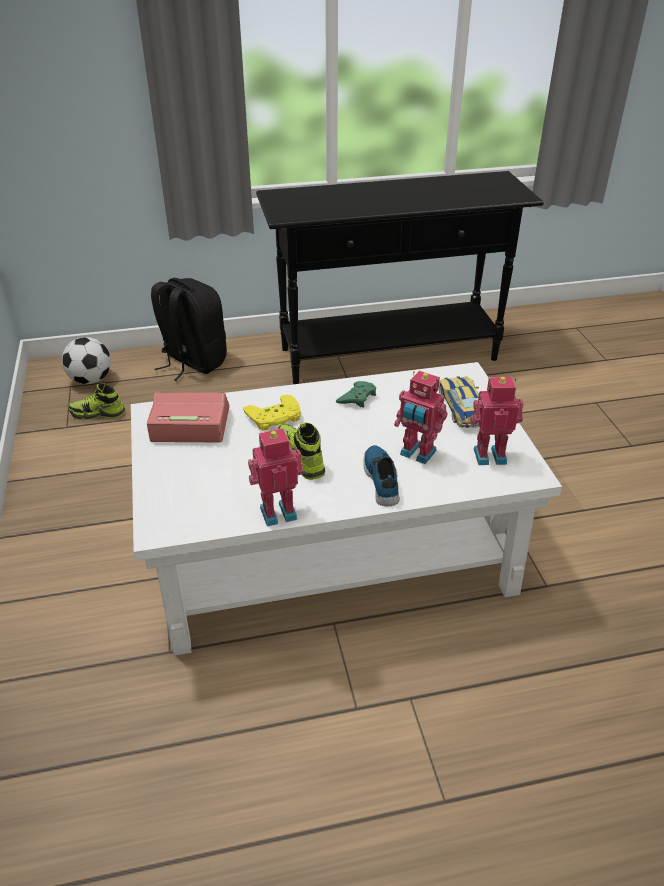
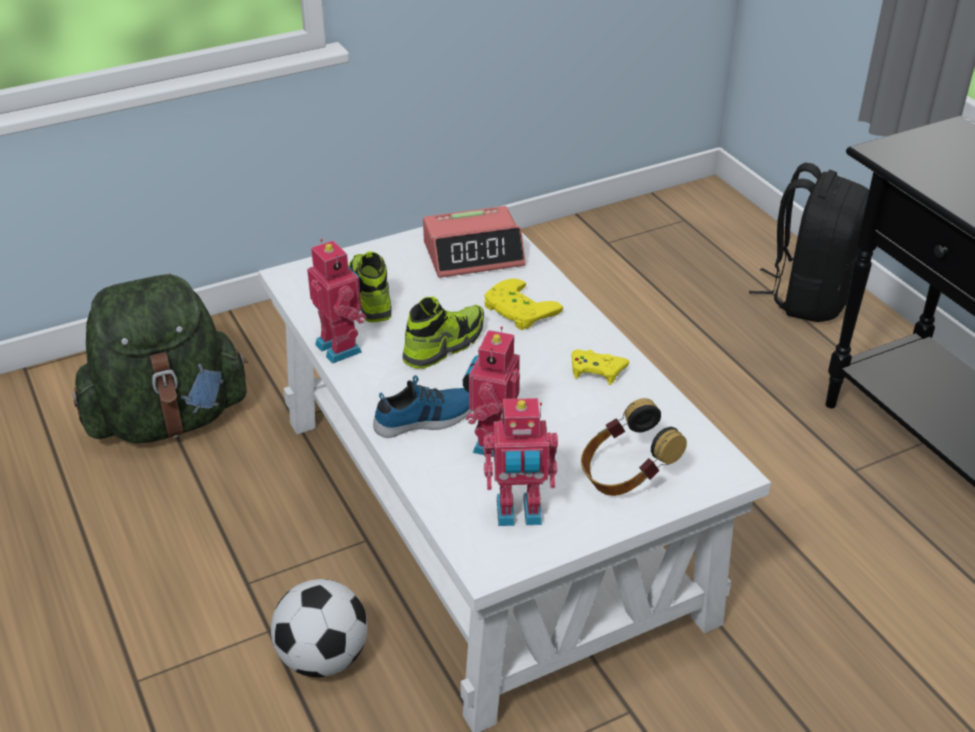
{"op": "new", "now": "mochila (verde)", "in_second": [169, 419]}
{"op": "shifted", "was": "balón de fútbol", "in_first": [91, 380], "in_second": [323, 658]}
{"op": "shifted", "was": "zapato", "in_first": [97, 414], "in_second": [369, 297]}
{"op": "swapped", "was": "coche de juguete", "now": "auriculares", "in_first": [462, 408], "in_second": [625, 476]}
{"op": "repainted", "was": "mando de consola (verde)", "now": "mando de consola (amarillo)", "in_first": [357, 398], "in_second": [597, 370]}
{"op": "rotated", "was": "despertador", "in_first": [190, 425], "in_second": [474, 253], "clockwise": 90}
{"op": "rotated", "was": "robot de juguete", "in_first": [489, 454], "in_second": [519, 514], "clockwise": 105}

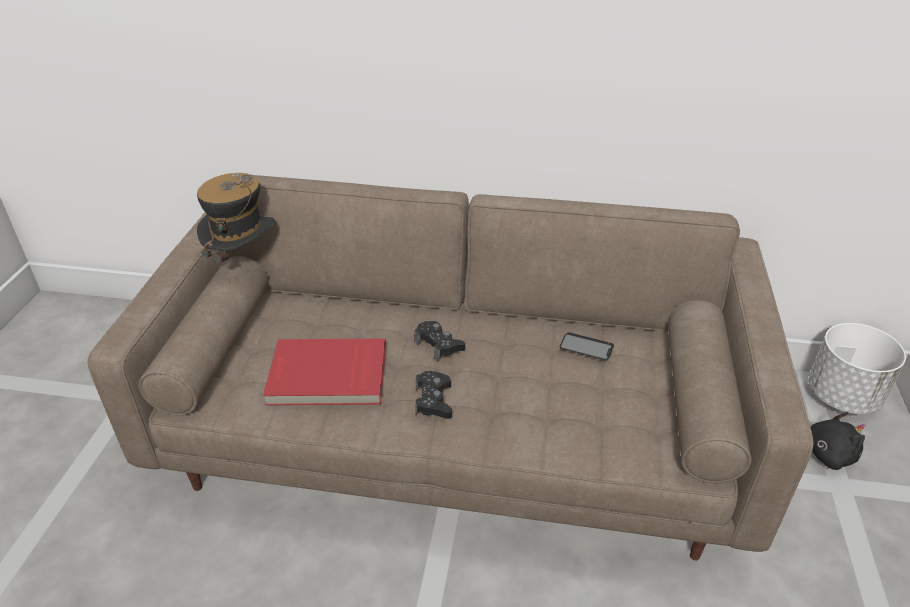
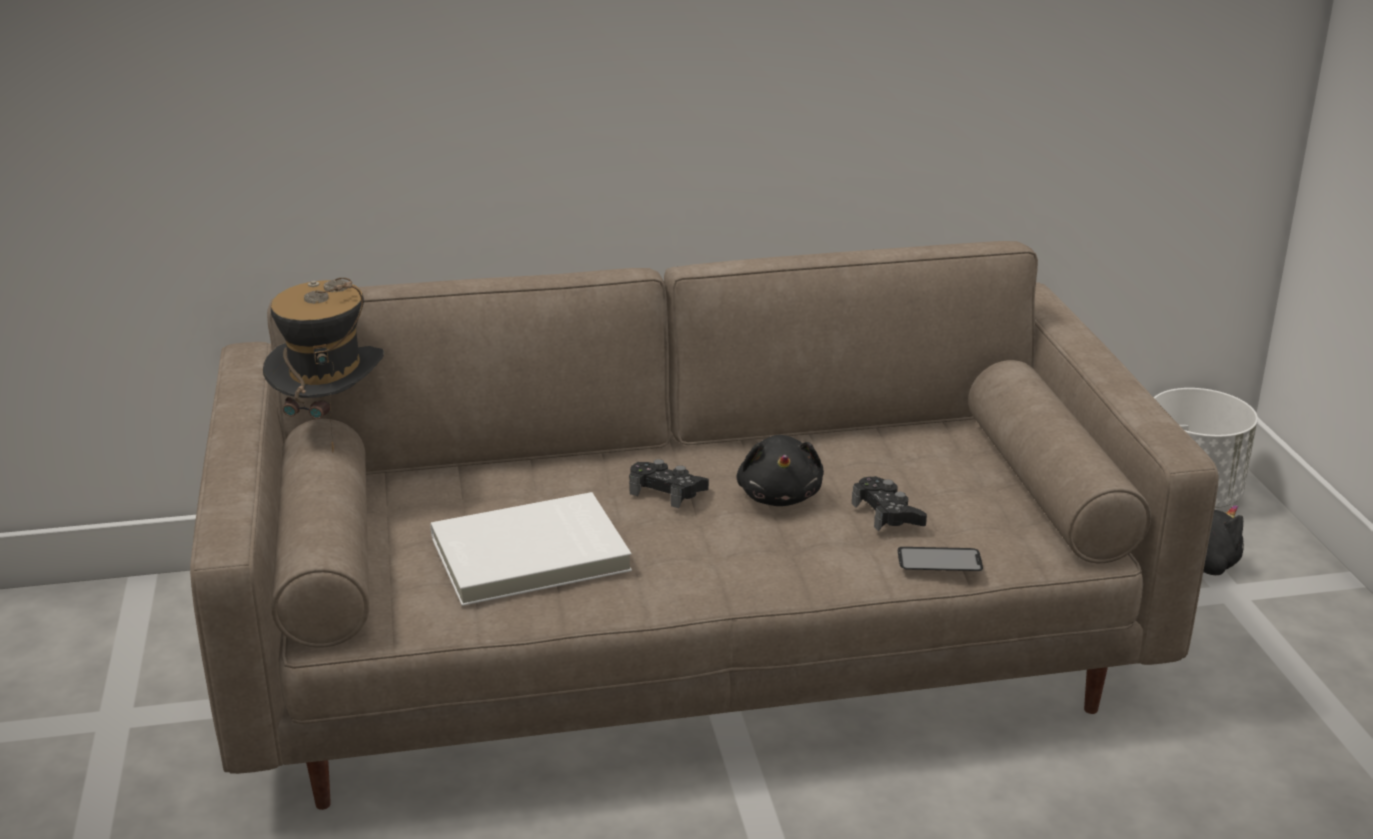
{"op": "new", "now": "peluche (negro)", "in_second": [780, 496]}
{"op": "shifted", "was": "mando de consola (negro)", "in_first": [433, 400], "in_second": [887, 513]}
{"op": "shifted", "was": "móvil", "in_first": [586, 347], "in_second": [939, 562]}
{"op": "repainted", "was": "libro (rojo)", "now": "libro (blanco)", "in_first": [328, 376], "in_second": [531, 556]}

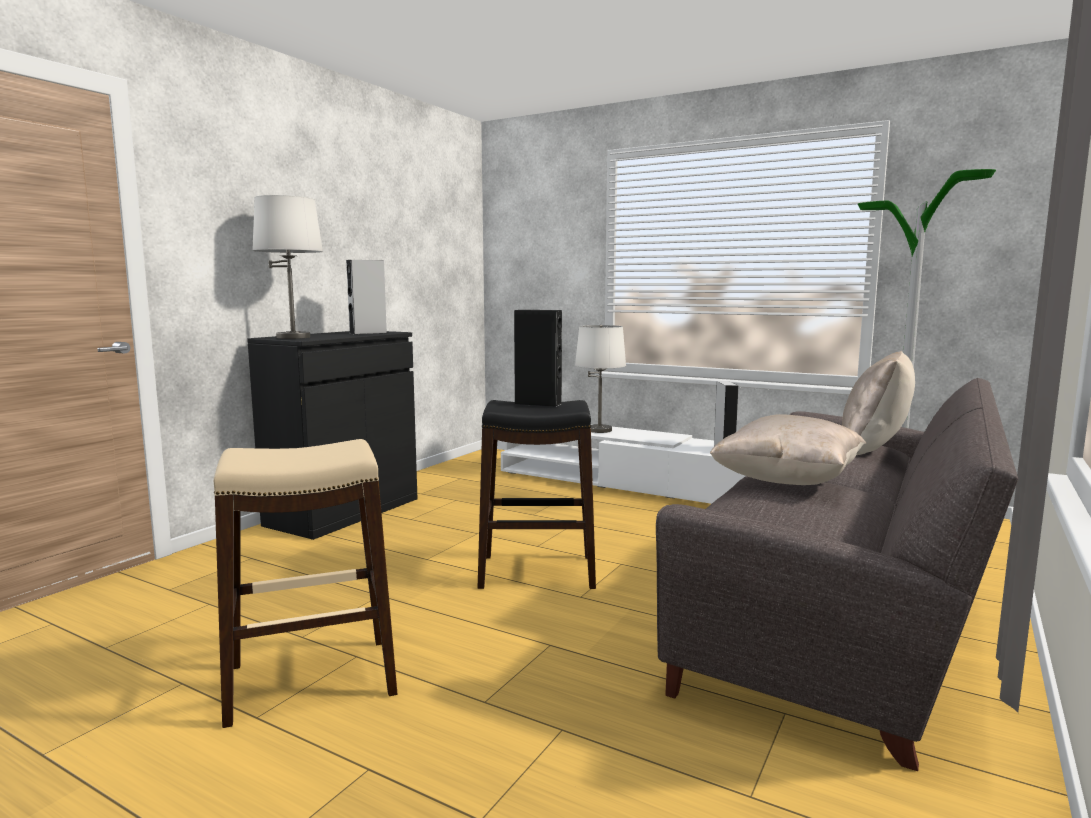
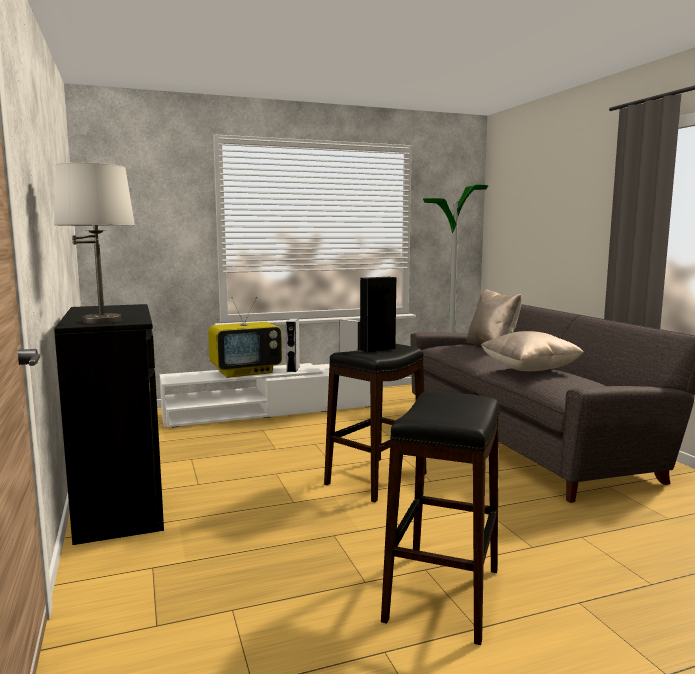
{"op": "shifted", "was": "altavoz (gris)", "in_first": [368, 333], "in_second": [293, 369]}
{"op": "swapped", "was": "lámpara de mesa (blanco)", "now": "televisor", "in_first": [599, 430], "in_second": [246, 372]}
{"op": "repainted", "was": "taburete (beis)", "now": "taburete (negro)", "in_first": [312, 679], "in_second": [443, 594]}

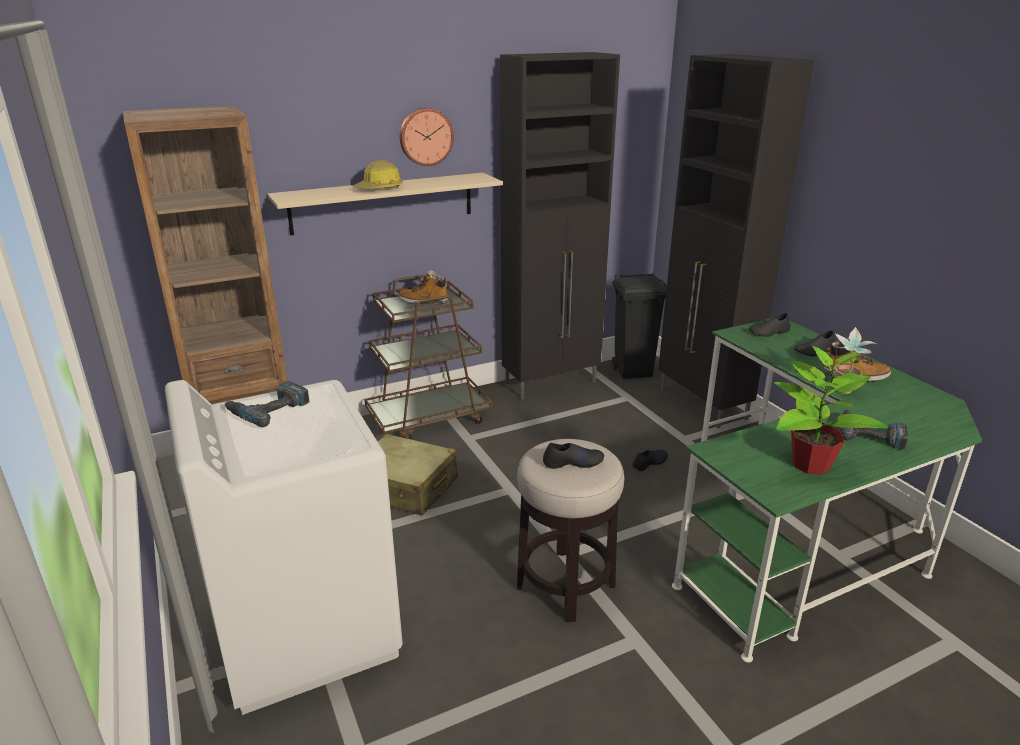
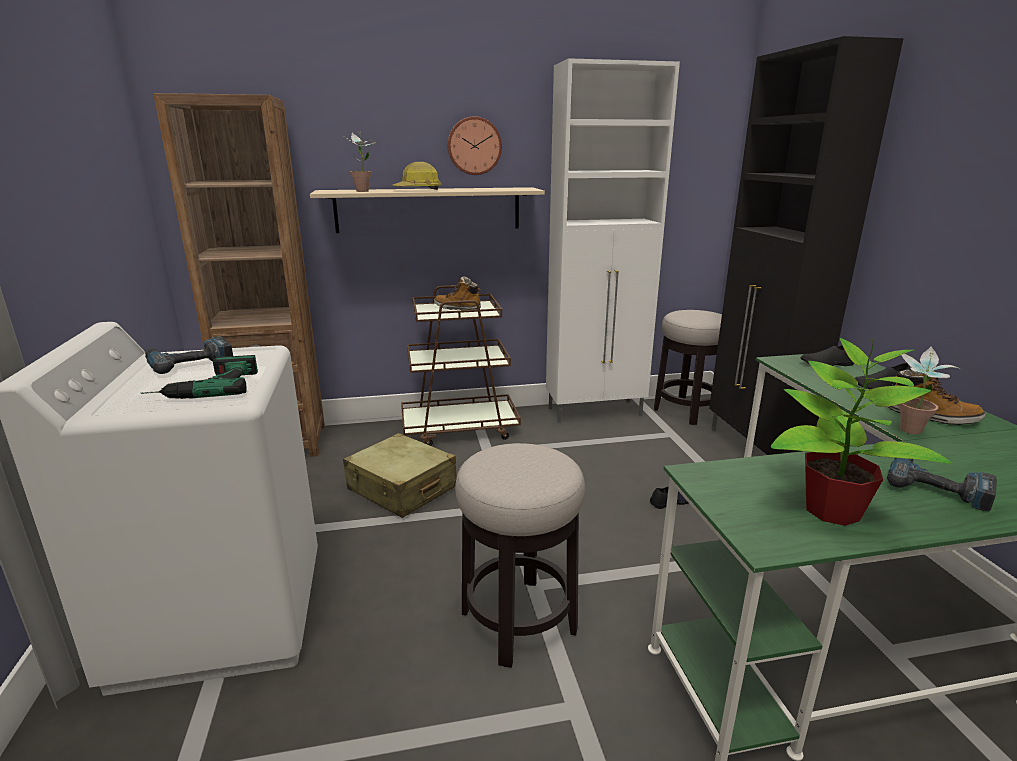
{"op": "gone", "was": "zapato (negro)", "in_first": [573, 462]}
{"op": "new", "now": "taladro", "in_second": [204, 387]}
{"op": "new", "now": "planta en maceta", "in_second": [364, 191]}
{"op": "swapped", "was": "papelera (negro)", "now": "taburete", "in_first": [633, 372], "in_second": [687, 411]}
{"op": "repainted", "was": "armario (negro)", "now": "armario (blanco)", "in_first": [552, 383], "in_second": [596, 411]}

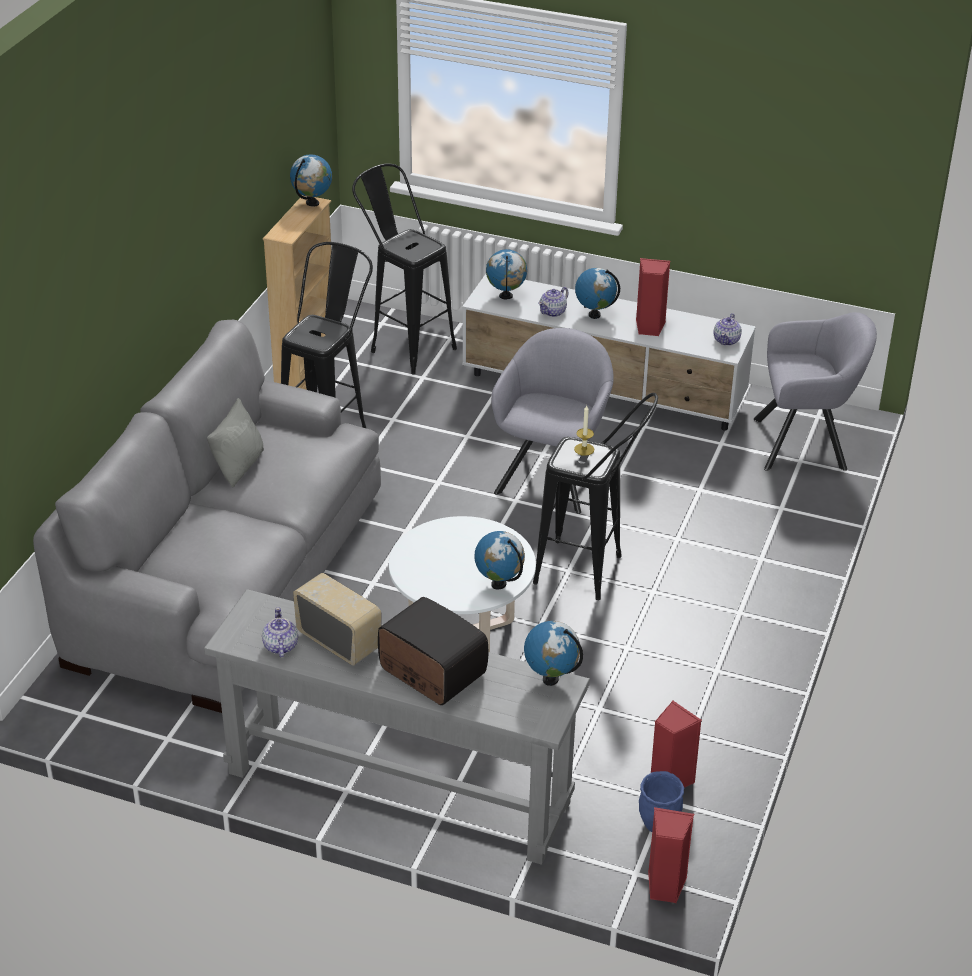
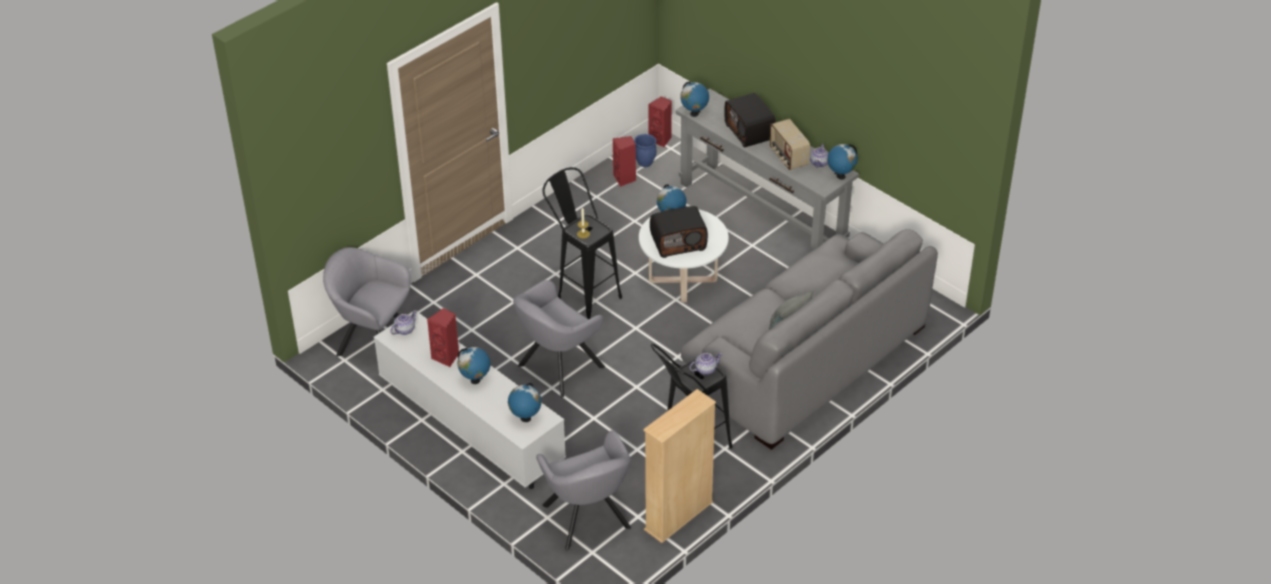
{"op": "new", "now": "radio", "in_second": [678, 242]}
{"op": "shifted", "was": "globo terráqueo", "in_first": [312, 203], "in_second": [840, 176]}
{"op": "shifted", "was": "tetera", "in_first": [553, 312], "in_second": [705, 369]}
{"op": "swapped", "was": "taburete (negro)", "now": "sillón (gris)", "in_first": [404, 346], "in_second": [588, 520]}

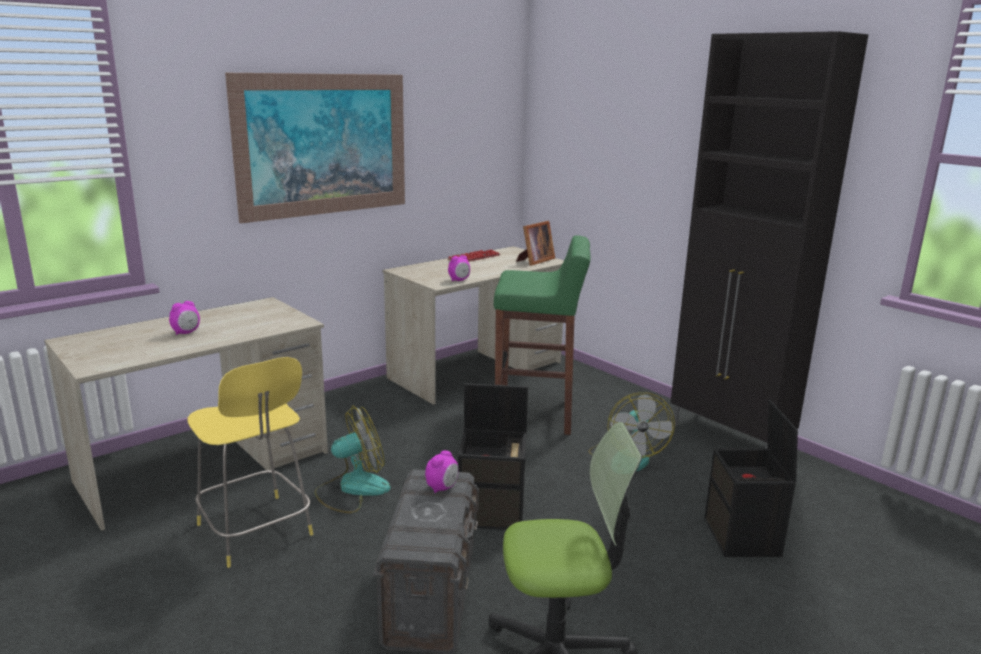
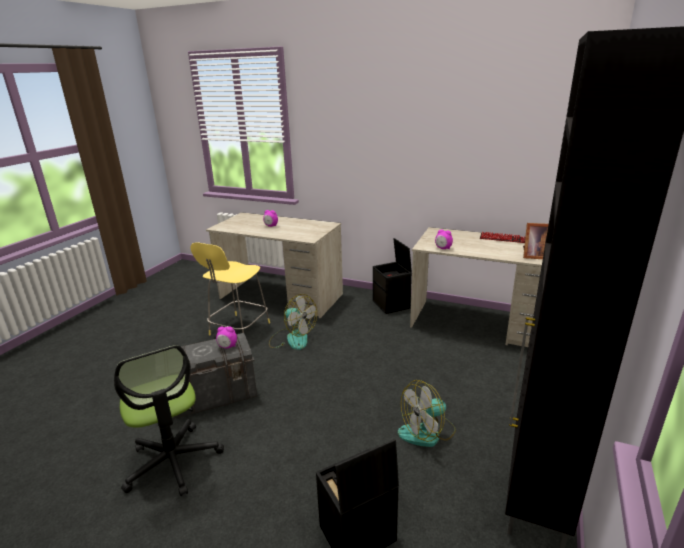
{"op": "gone", "was": "cuadro", "in_first": [323, 145]}
{"op": "gone", "was": "taburete (verde)", "in_first": [536, 415]}
{"op": "shifted", "was": "caja de almacenaje (negro)", "in_first": [493, 512], "in_second": [392, 304]}

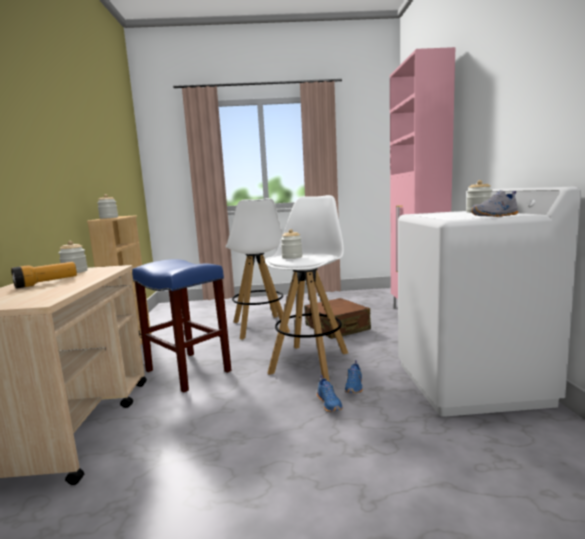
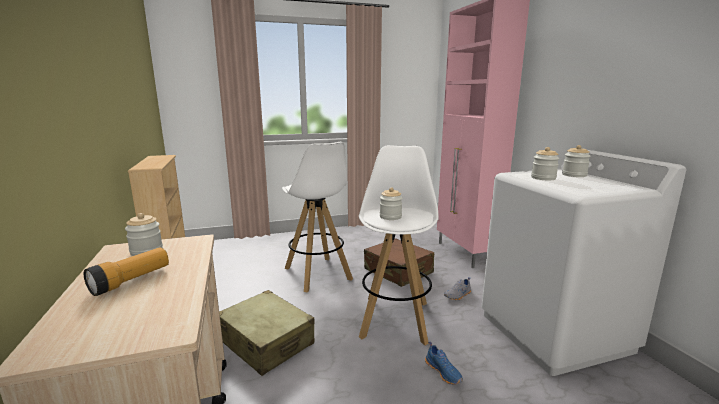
{"op": "gone", "was": "zapato (azul)", "in_first": [354, 386]}
{"op": "shifted", "was": "tarro", "in_first": [109, 218], "in_second": [543, 178]}
{"op": "shifted", "was": "zapato (gris)", "in_first": [495, 216], "in_second": [458, 295]}
{"op": "swapped", "was": "taburete (azul)", "now": "maleta (beis)", "in_first": [187, 371], "in_second": [266, 342]}

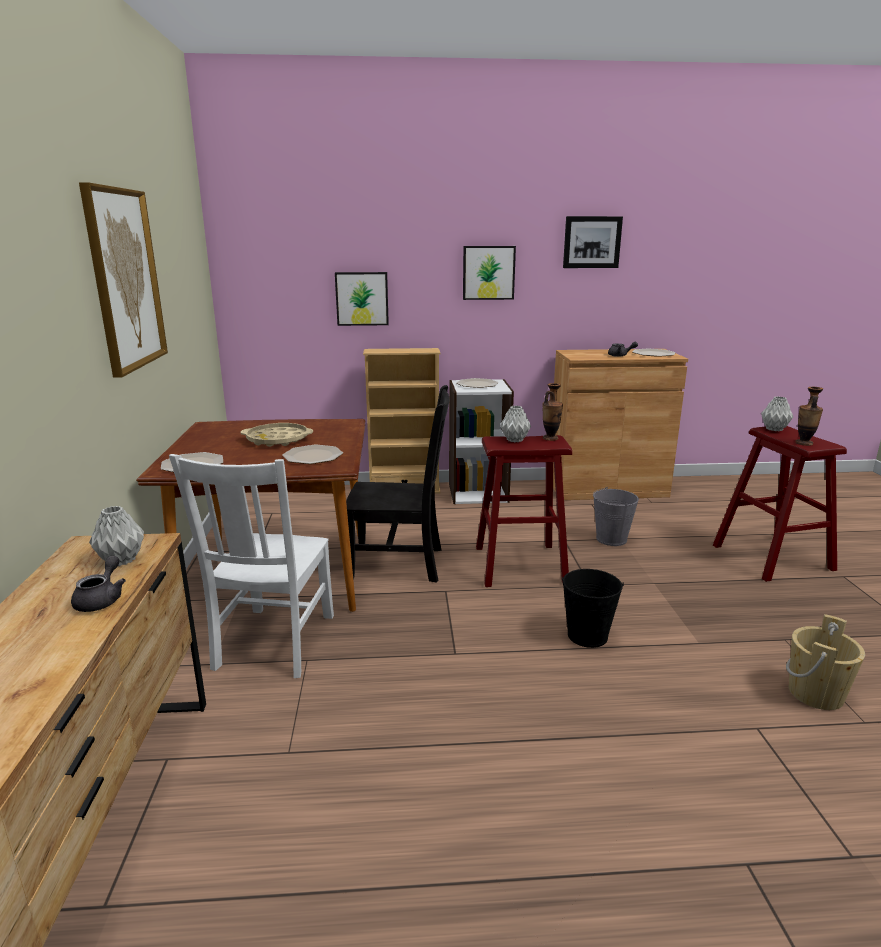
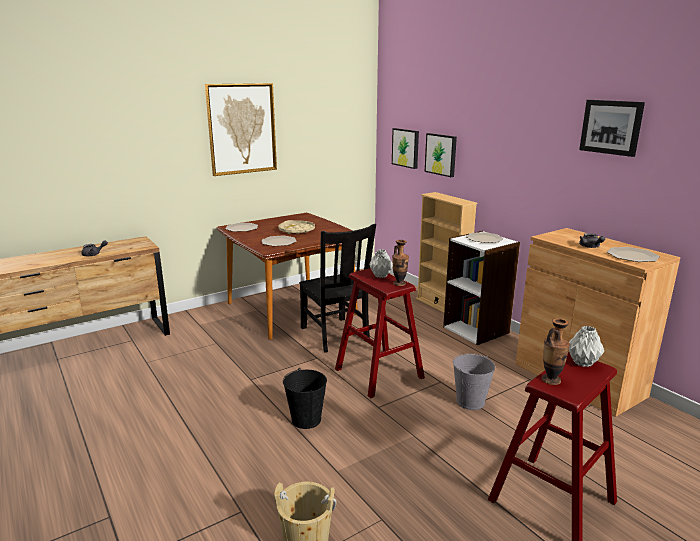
{"op": "gone", "was": "florero (gris)", "in_first": [121, 560]}
{"op": "gone", "was": "silla (blanco)", "in_first": [273, 643]}
{"op": "shifted", "was": "cuadro", "in_first": [488, 272], "in_second": [406, 148]}

